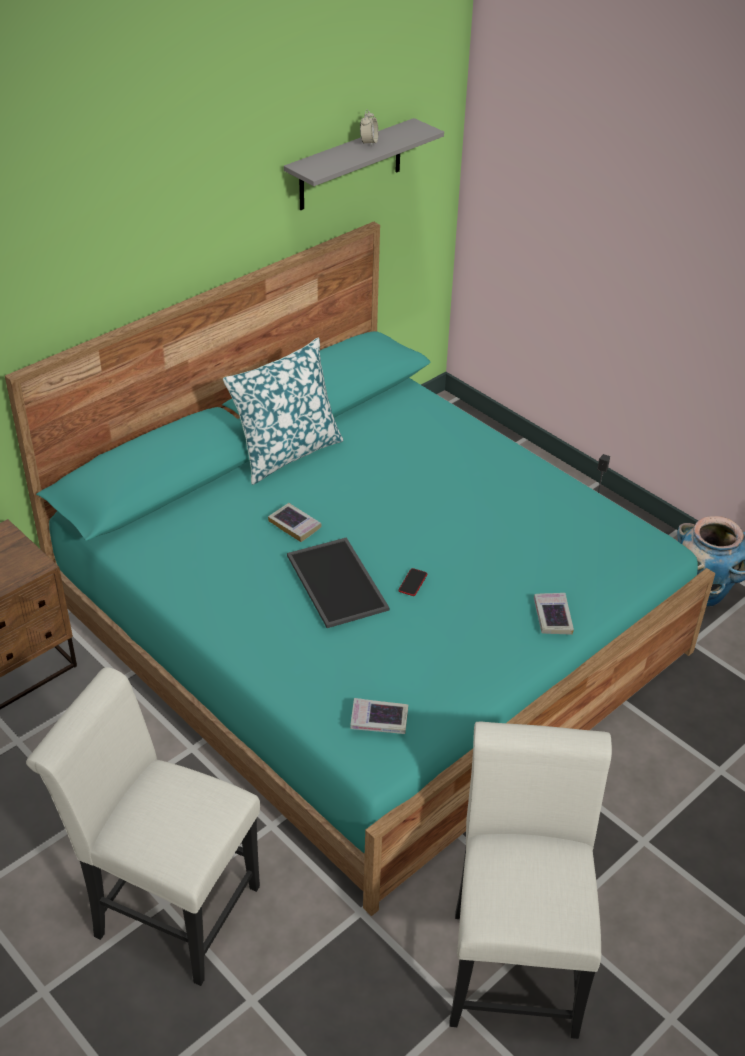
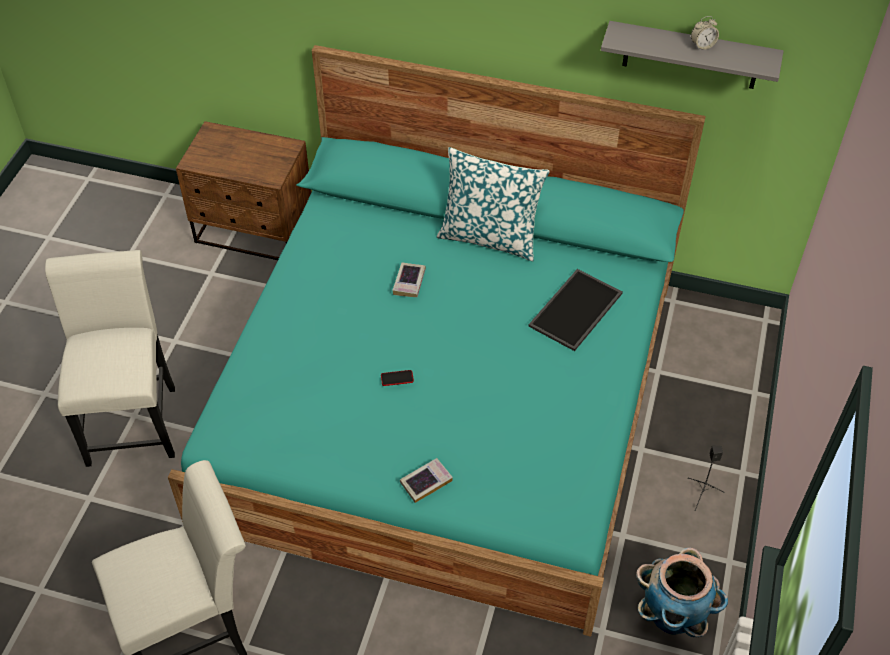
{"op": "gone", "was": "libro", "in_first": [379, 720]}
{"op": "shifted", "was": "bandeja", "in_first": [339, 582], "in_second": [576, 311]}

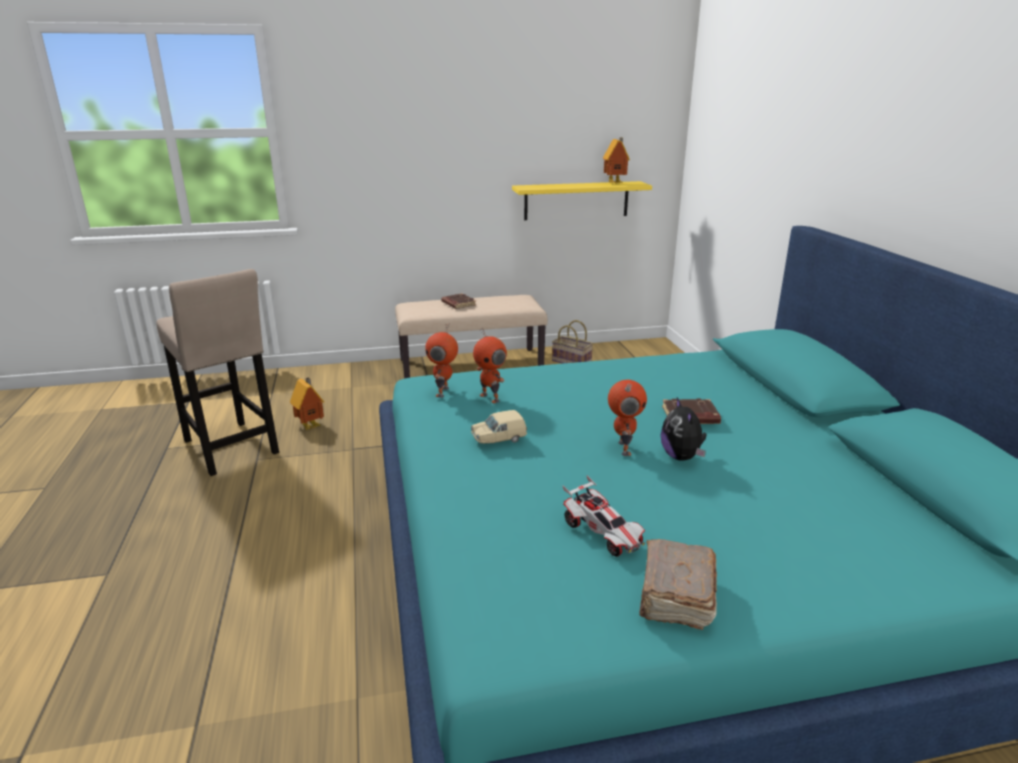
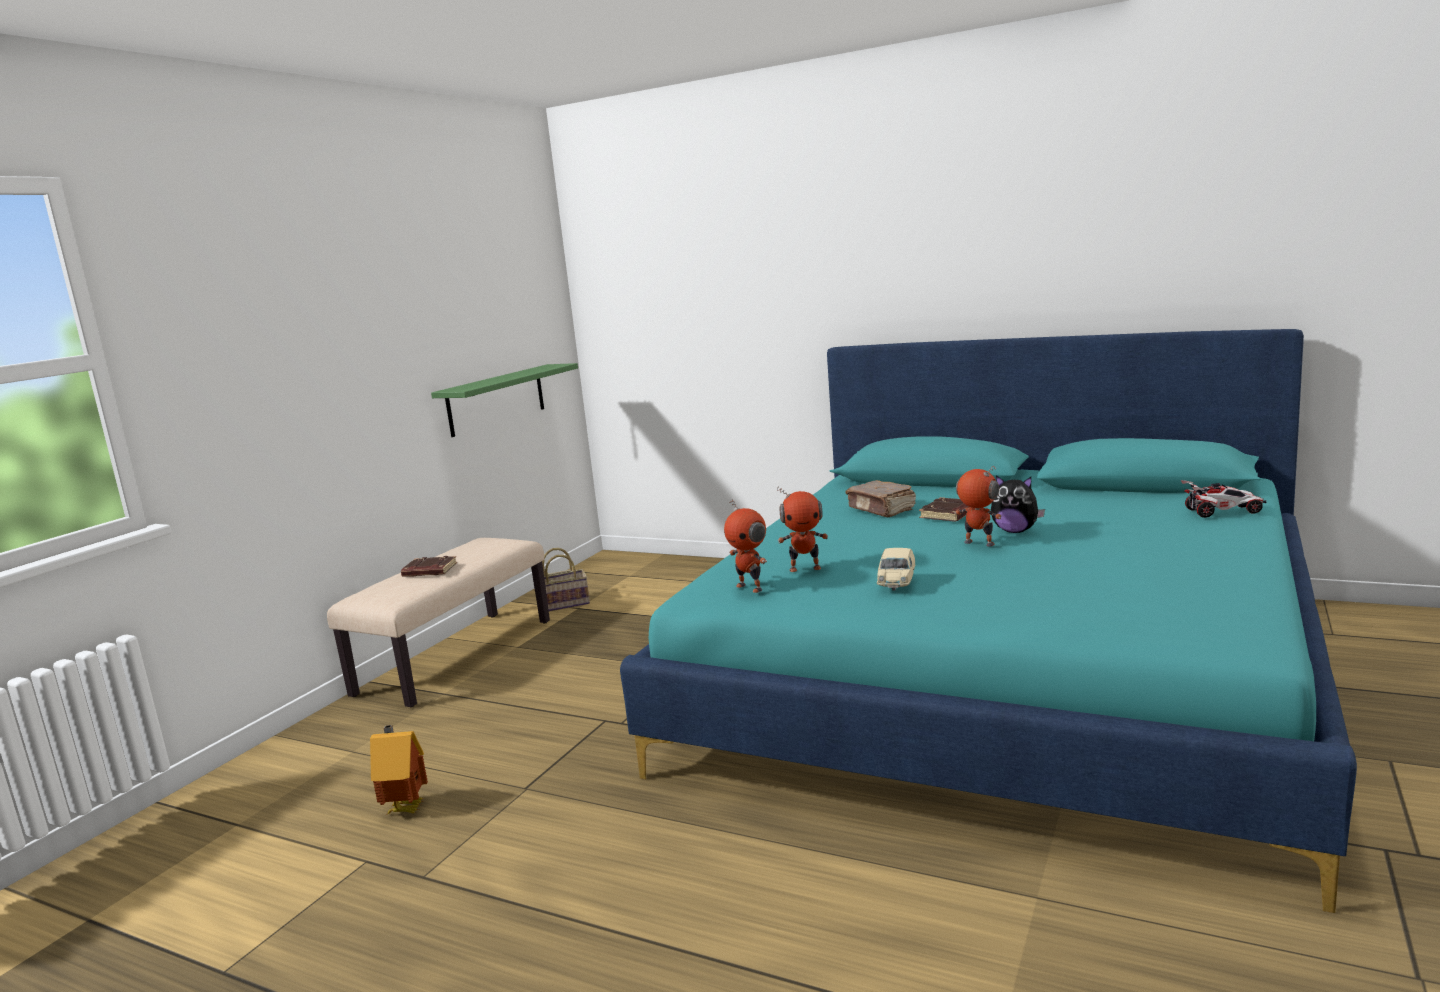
{"op": "gone", "was": "taburete (beis)", "in_first": [231, 450]}
{"op": "gone", "was": "casita", "in_first": [615, 183]}
{"op": "shifted", "was": "coche de juguete", "in_first": [603, 533], "in_second": [1222, 512]}
{"op": "shifted", "was": "libro (marrón)", "in_first": [675, 597], "in_second": [881, 509]}
{"op": "repainted", "was": "estante (amarillo)", "now": "estante (verde)", "in_first": [576, 200], "in_second": [496, 399]}

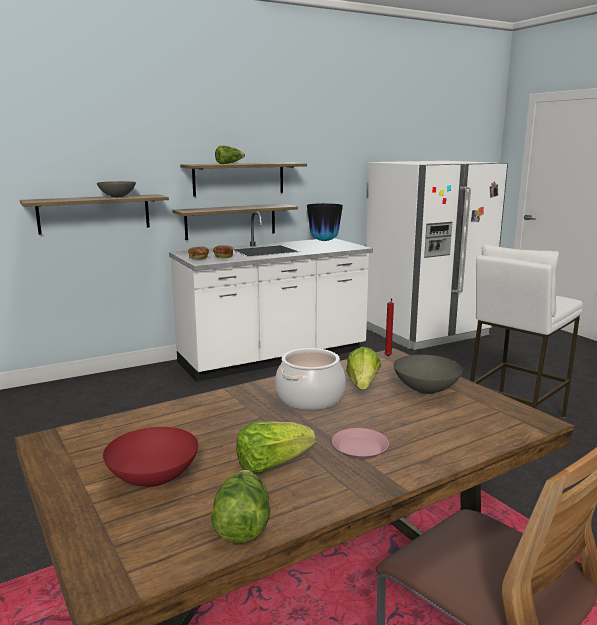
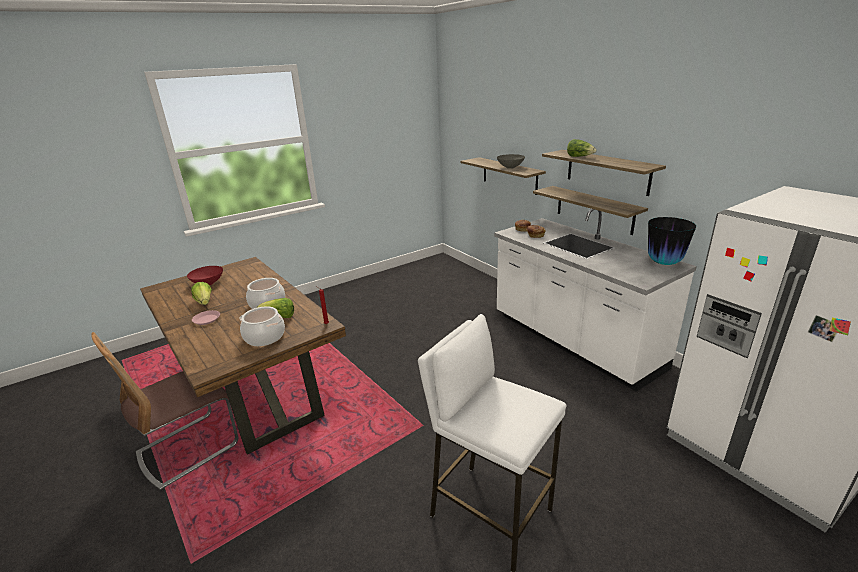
{"op": "gone", "was": "lechuga", "in_first": [241, 524]}
{"op": "swapped", "was": "cuenco (gris)", "now": "olla", "in_first": [426, 390], "in_second": [264, 337]}

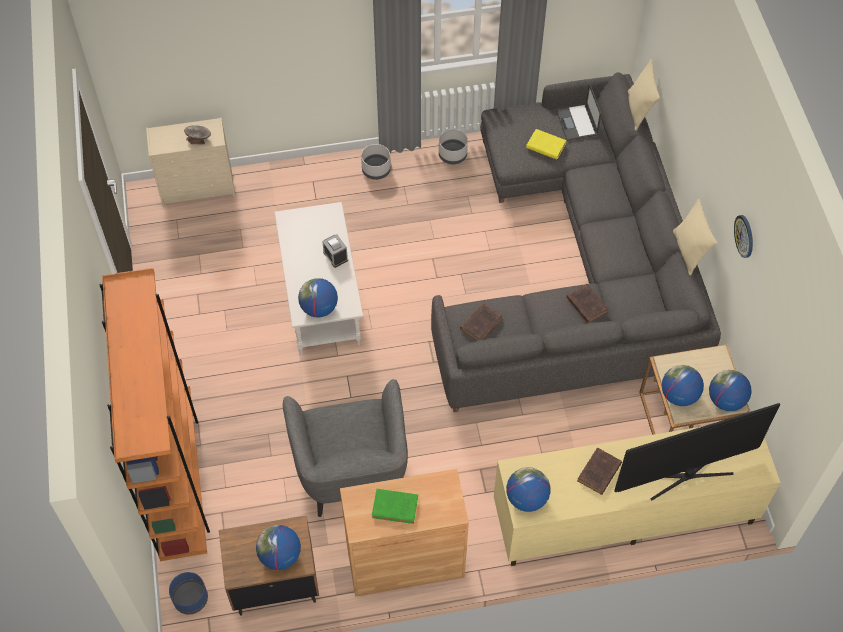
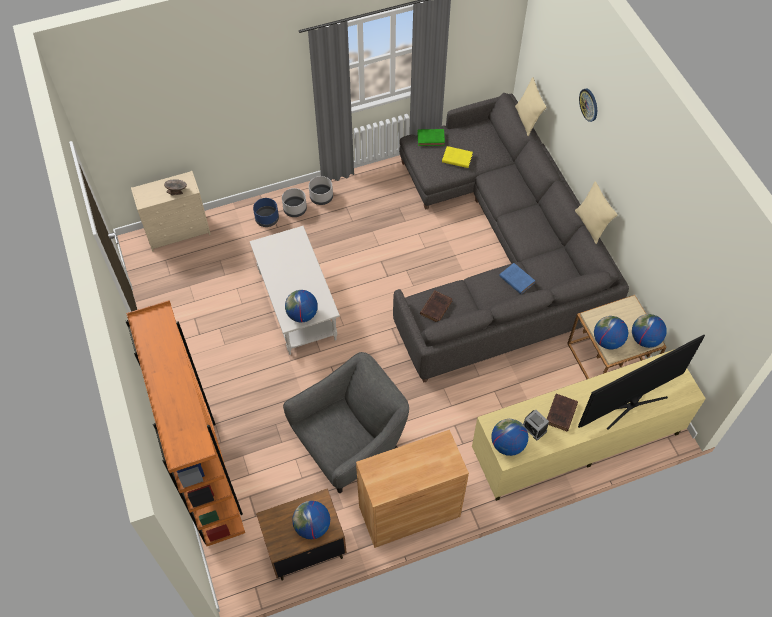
{"op": "gone", "was": "portátil", "in_first": [577, 123]}
{"op": "shifted", "was": "maceta (azul)", "in_first": [191, 599], "in_second": [267, 219]}
{"op": "shifted", "was": "despertador", "in_first": [335, 256], "in_second": [534, 428]}
{"op": "shifted", "was": "libro (verde)", "in_first": [396, 507], "in_second": [431, 138]}
{"op": "shifted", "was": "maceta (gris)", "in_first": [453, 154], "in_second": [295, 209]}
{"op": "shifted", "was": "reloj de pared", "in_first": [744, 236], "in_second": [589, 104]}
{"op": "repainted", "was": "libro (marrón)", "now": "libro (azul)", "in_first": [586, 304], "in_second": [516, 279]}
{"op": "rotated", "was": "sillón (gris)", "in_first": [351, 471], "in_second": [350, 444], "clockwise": -105}

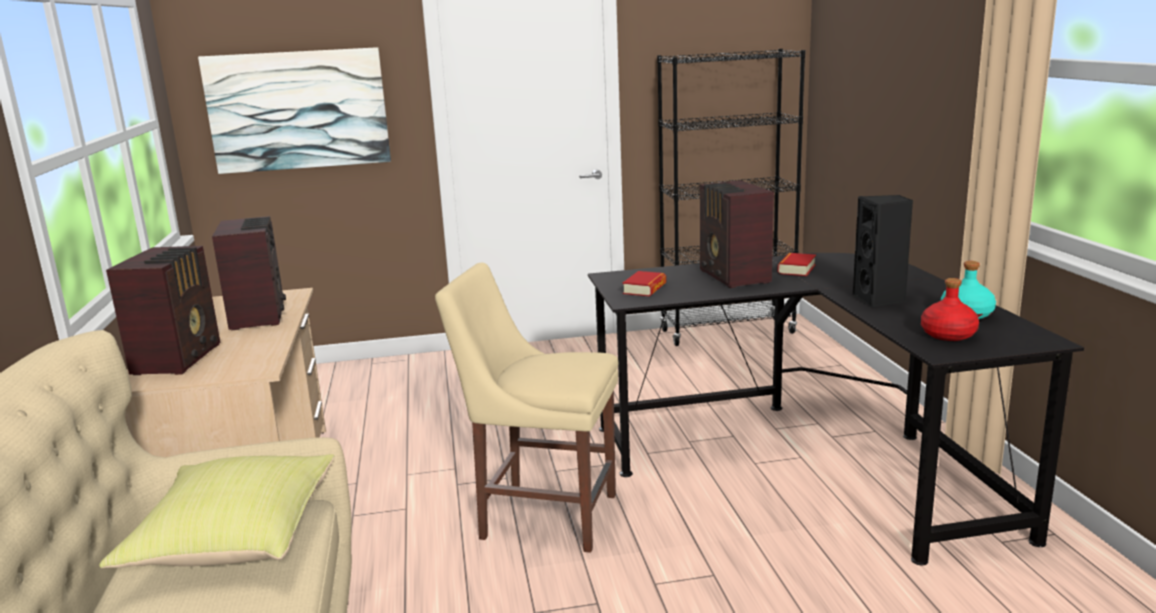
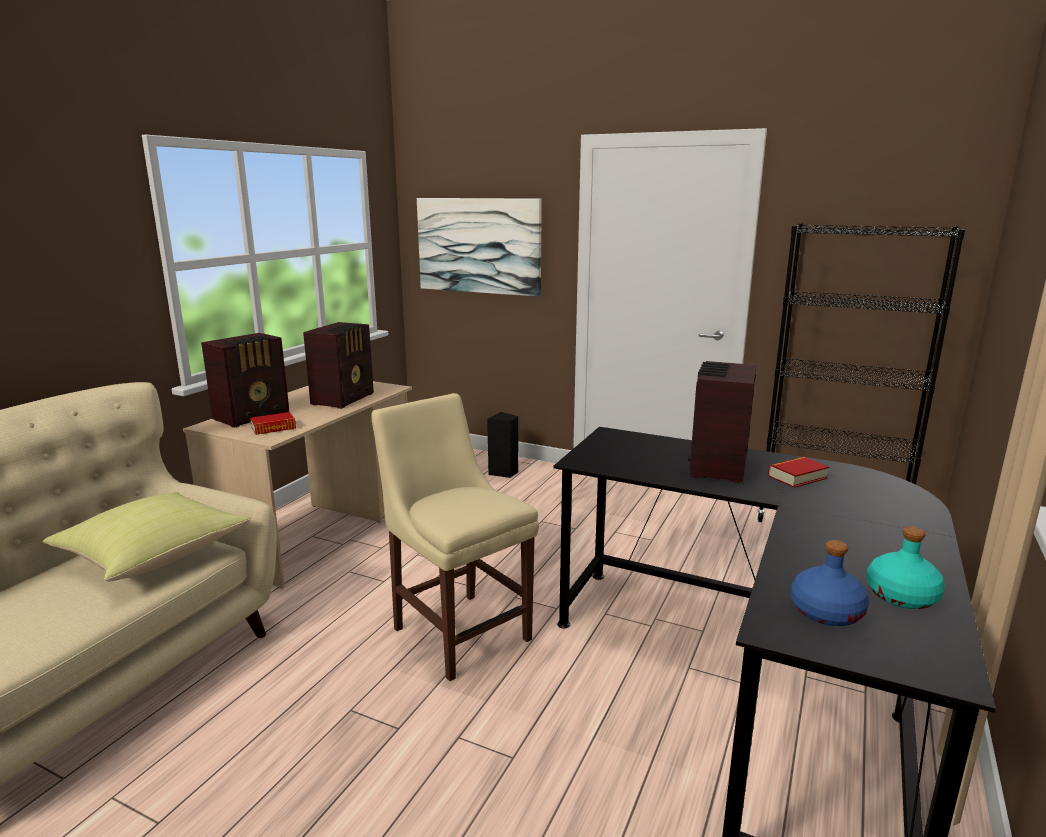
{"op": "shifted", "was": "libro", "in_first": [644, 289], "in_second": [273, 428]}
{"op": "shifted", "was": "altavoz (negro)", "in_first": [879, 299], "in_second": [504, 473]}
{"op": "repainted", "was": "botella (rojo)", "now": "botella (azul)", "in_first": [947, 334], "in_second": [825, 611]}

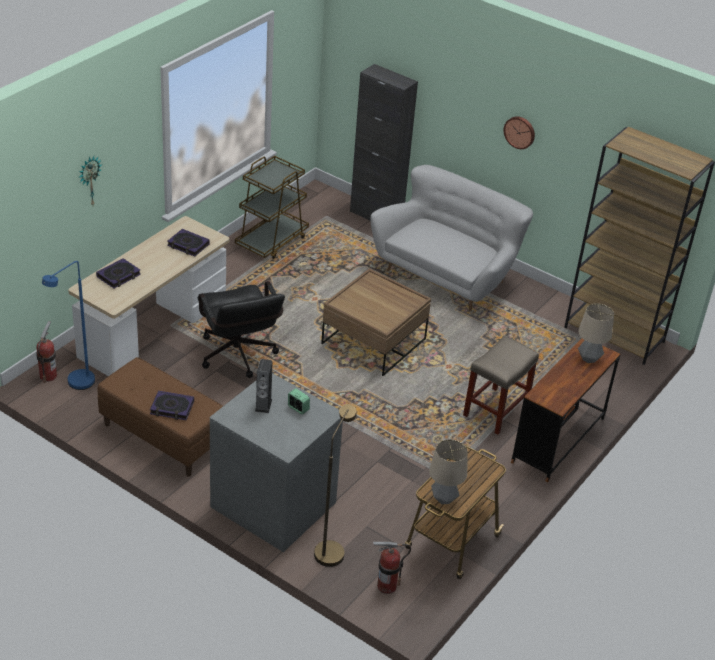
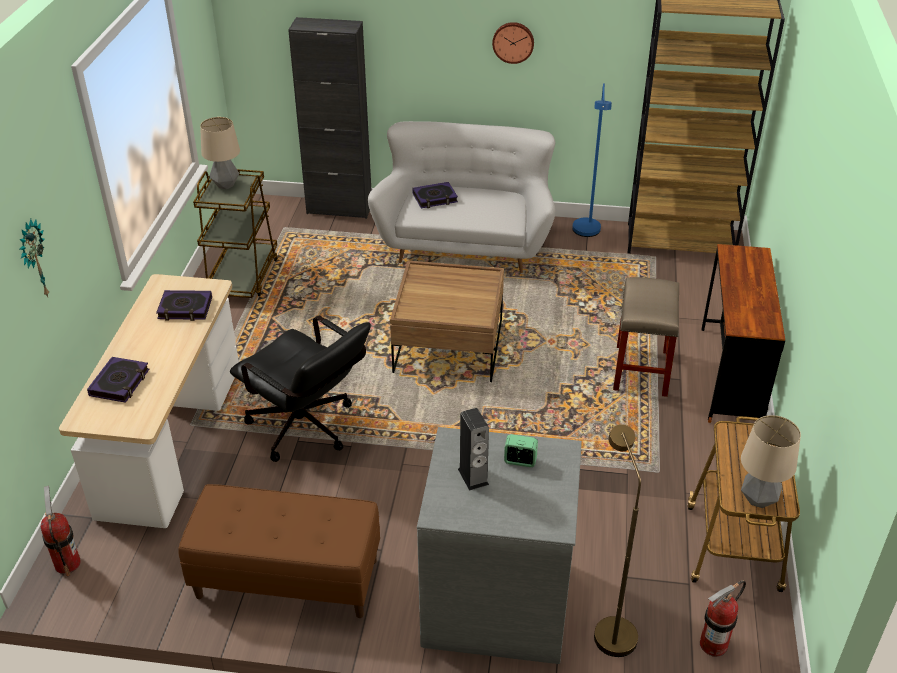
{"op": "shifted", "was": "lámpara de pie (azul)", "in_first": [76, 385], "in_second": [587, 233]}
{"op": "shifted", "was": "libro", "in_first": [172, 408], "in_second": [435, 198]}
{"op": "shifted", "was": "lámpara de mesa", "in_first": [588, 358], "in_second": [225, 185]}

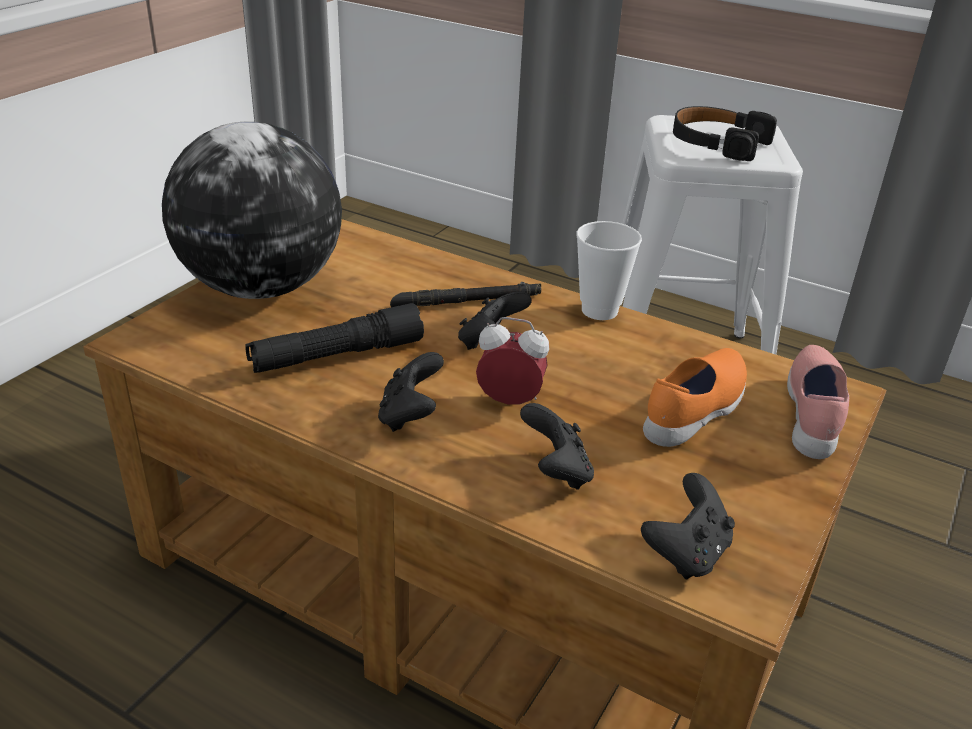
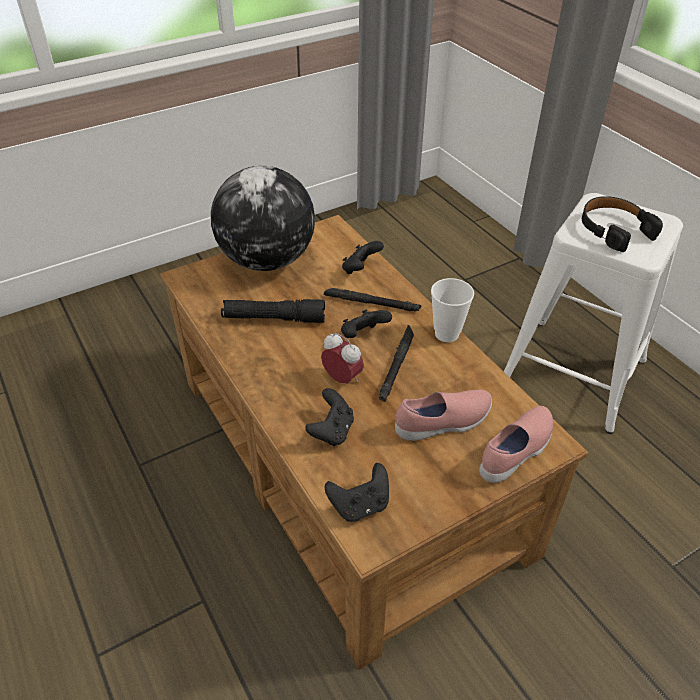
{"op": "new", "now": "linterna (negro)", "in_second": [396, 365]}
{"op": "shifted", "was": "mando de consola (negro)", "in_first": [410, 416], "in_second": [360, 269]}
{"op": "repainted", "was": "zapato (naranja)", "now": "zapato (rosa)", "in_first": [695, 413], "in_second": [443, 424]}

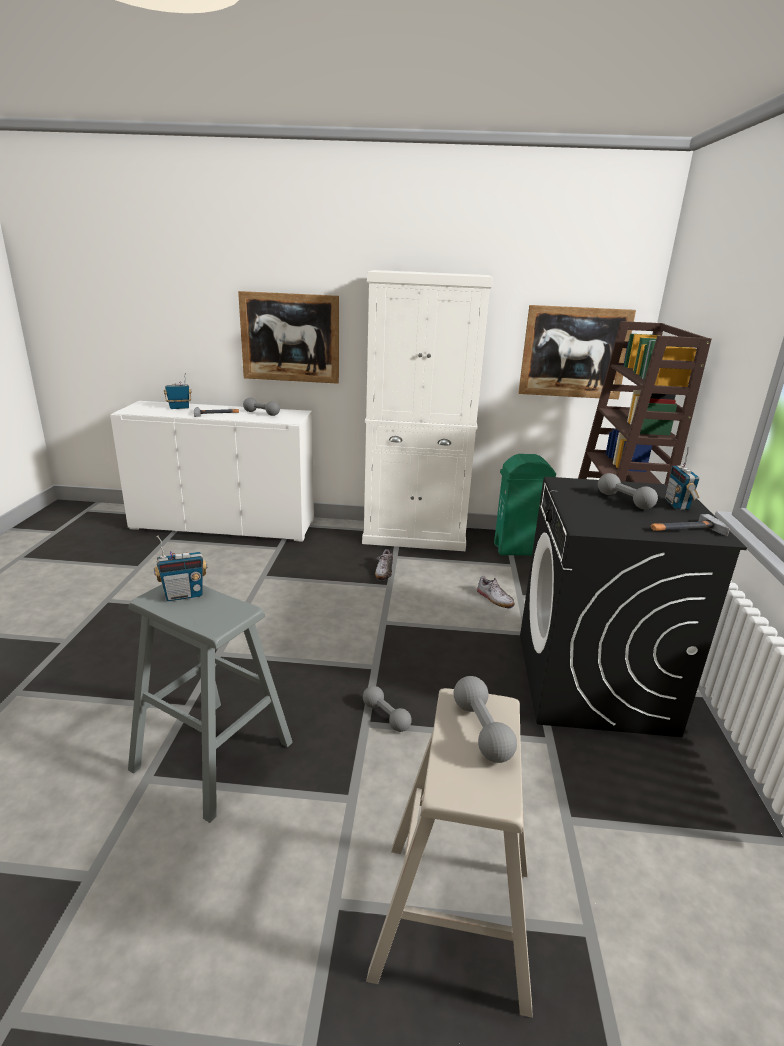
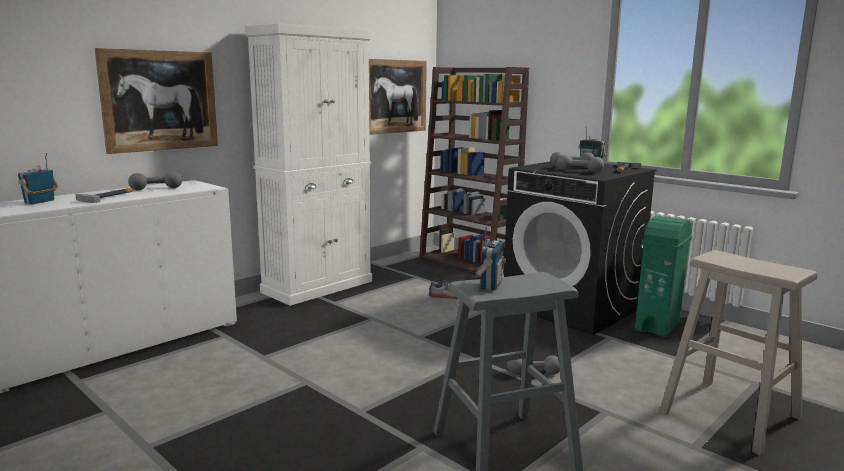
{"op": "gone", "was": "zapato", "in_first": [384, 571]}
{"op": "shifted", "was": "mancuerna (gris)", "in_first": [481, 730], "in_second": [579, 171]}
{"op": "shifted", "was": "papelera (verde)", "in_first": [518, 550], "in_second": [658, 326]}

